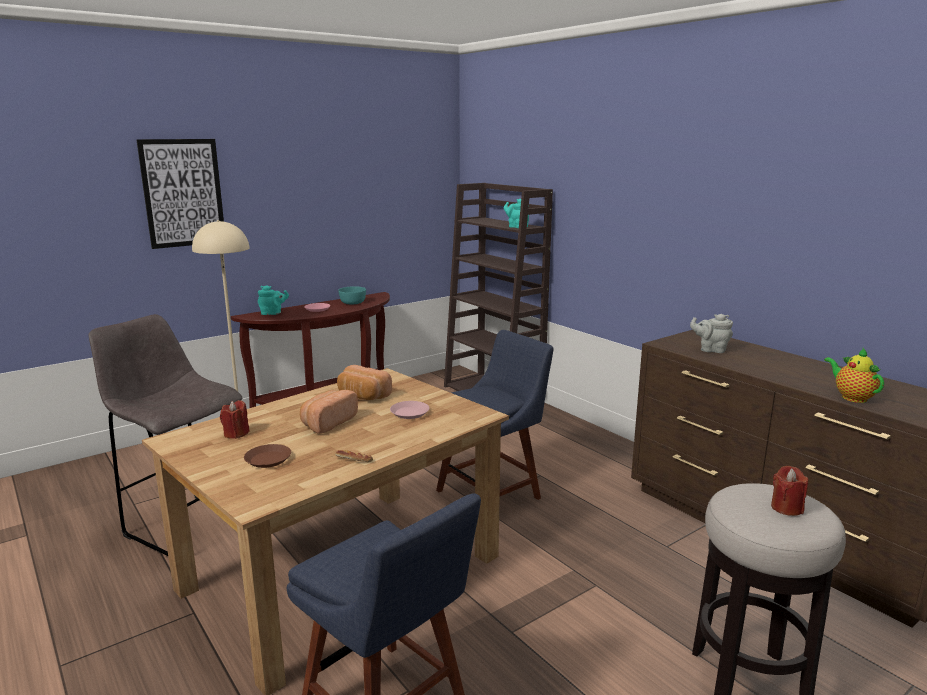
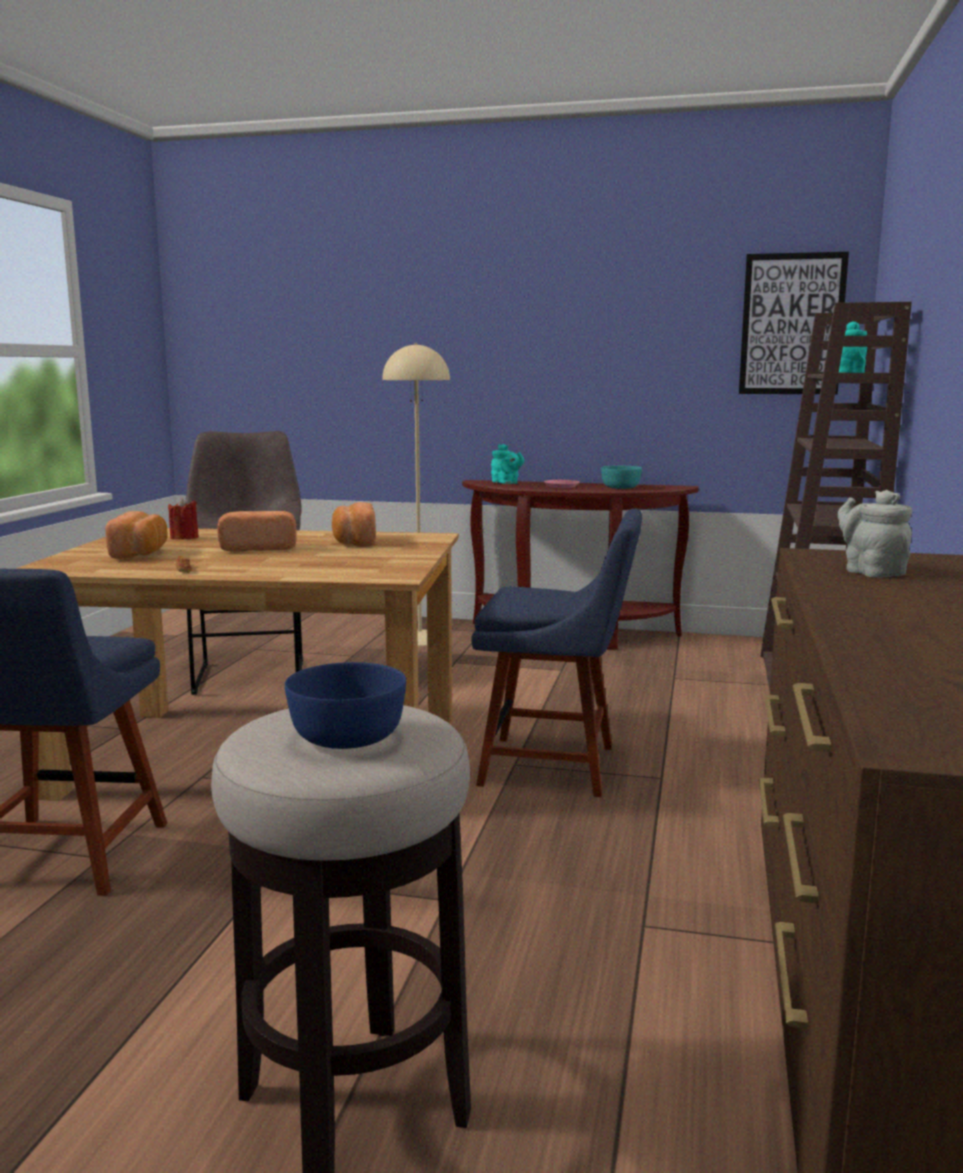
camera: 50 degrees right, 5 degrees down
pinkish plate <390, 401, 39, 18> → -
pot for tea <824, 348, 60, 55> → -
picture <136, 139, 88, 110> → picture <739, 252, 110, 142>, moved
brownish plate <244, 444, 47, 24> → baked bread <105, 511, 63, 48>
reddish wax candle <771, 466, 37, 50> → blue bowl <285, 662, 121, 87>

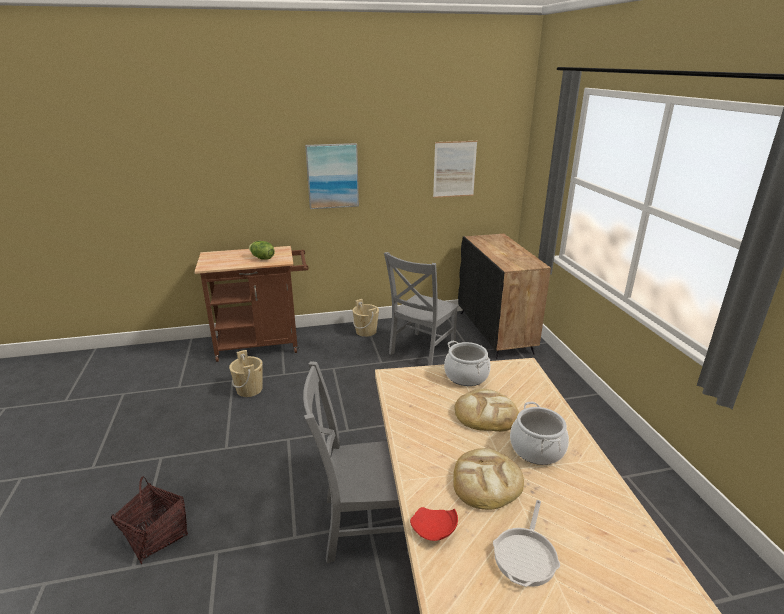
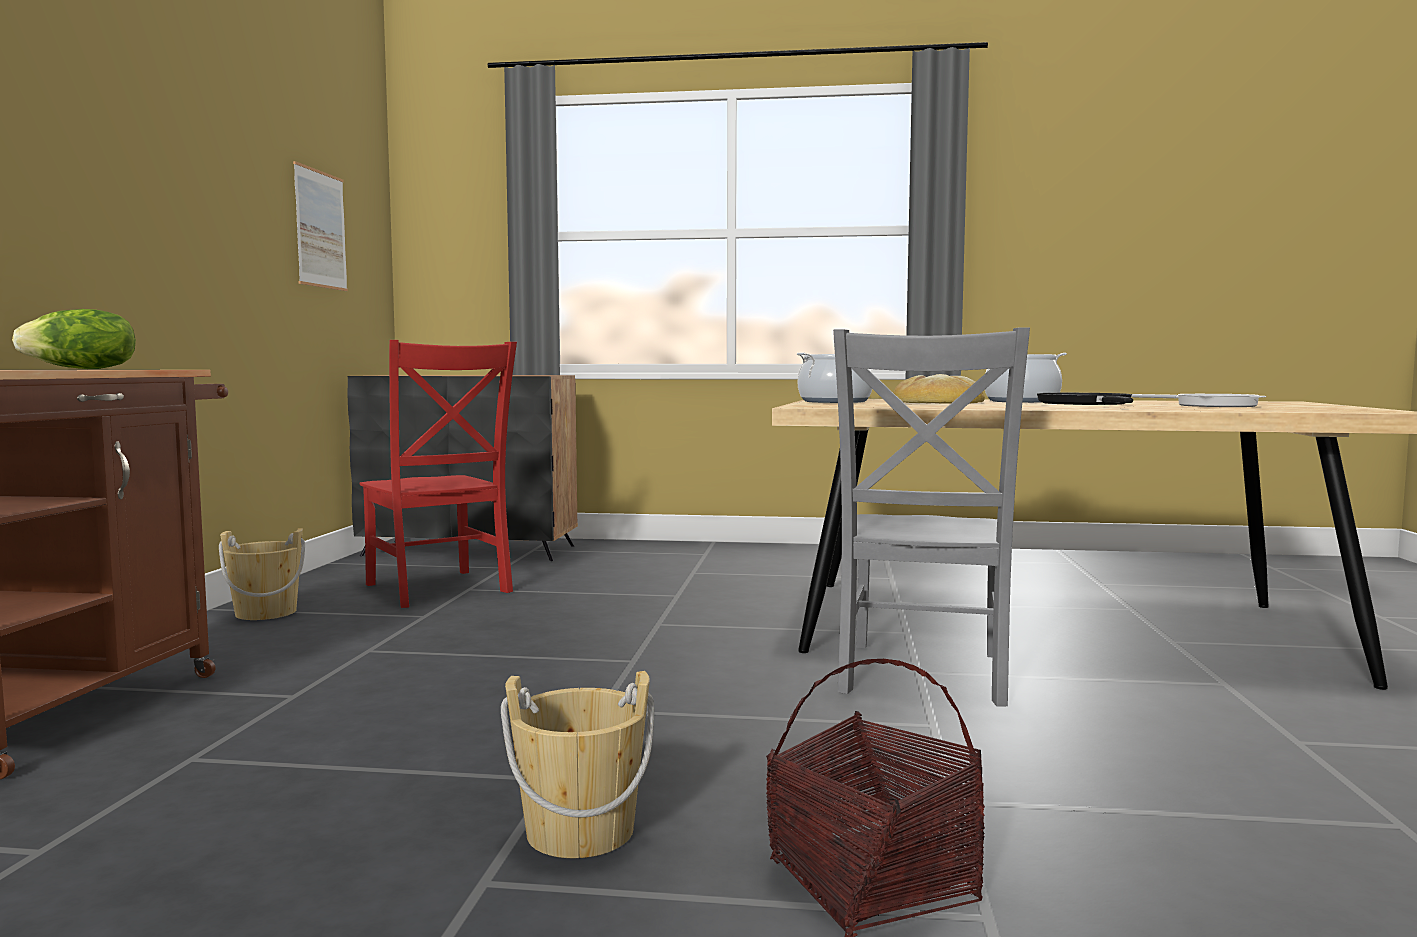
camera: 70 degrees left, 20 degrees down
picture <305, 143, 54, 66> → -
reddish plate <410, 507, 48, 34> → -
beige-coloured water bucket <229, 350, 34, 47> → beige-coloured water bucket <501, 671, 153, 187>, moved
baked bread <453, 448, 71, 62> → blackish skillet <1037, 393, 96, 12>
gray chair <384, 252, 75, 114> → reddish chair <360, 340, 157, 268>

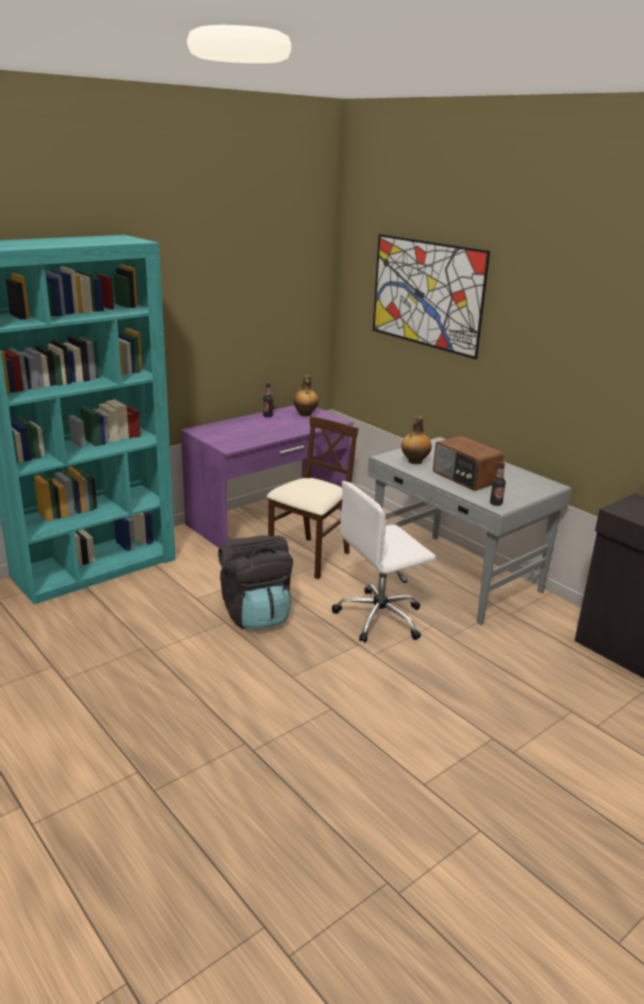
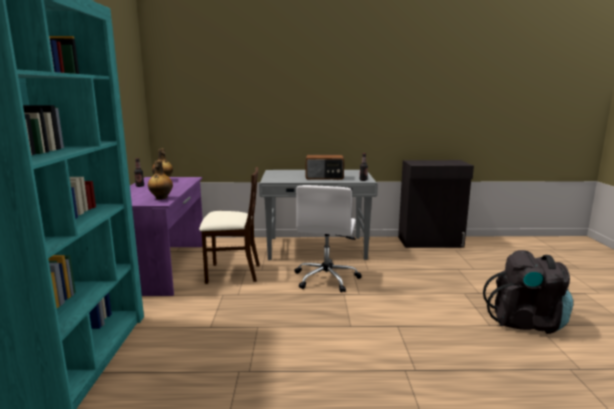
camera: 50 degrees left, 10 degrees down
picture <373, 234, 117, 125> → -
blackish knapsack <218, 535, 75, 94> → blackish knapsack <483, 250, 90, 84>, moved
bottle <401, 416, 31, 48> → bottle <148, 160, 25, 40>, moved
beige-coloured chair <267, 416, 92, 163> → beige-coloured chair <199, 167, 61, 117>, 105 degrees clockwise

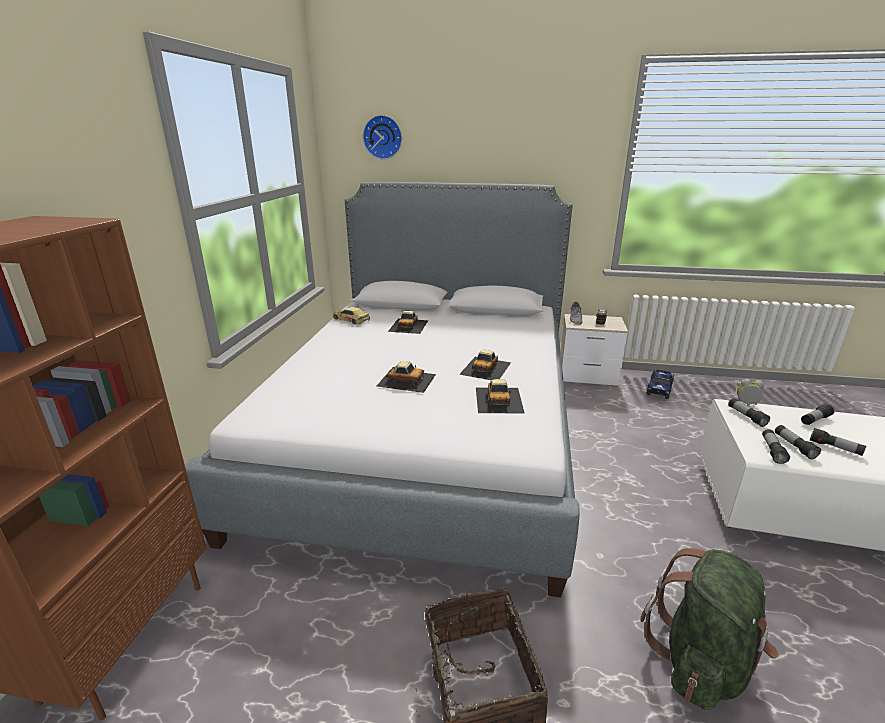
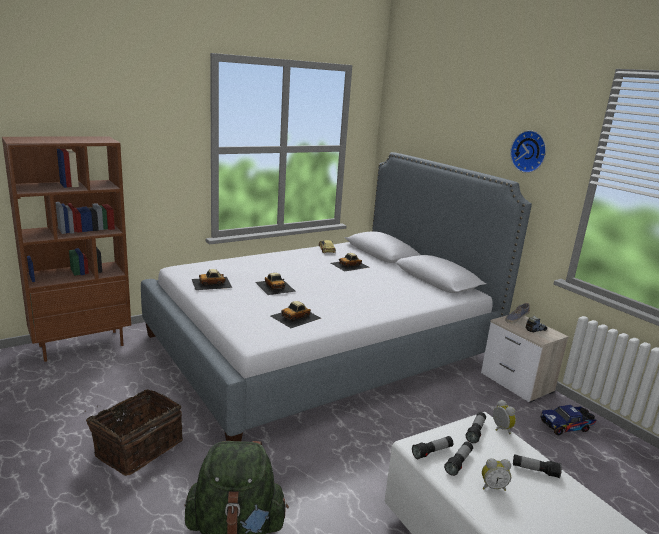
camera: 45 degrees right, 5 degrees down
clock on the wall <363, 115, 39, 45> → clock on the wall <510, 130, 36, 43>, moved
model car <459, 350, 52, 30> → model car <192, 269, 40, 21>, moved
flashlight <810, 428, 56, 28> → table clock <482, 458, 29, 33>

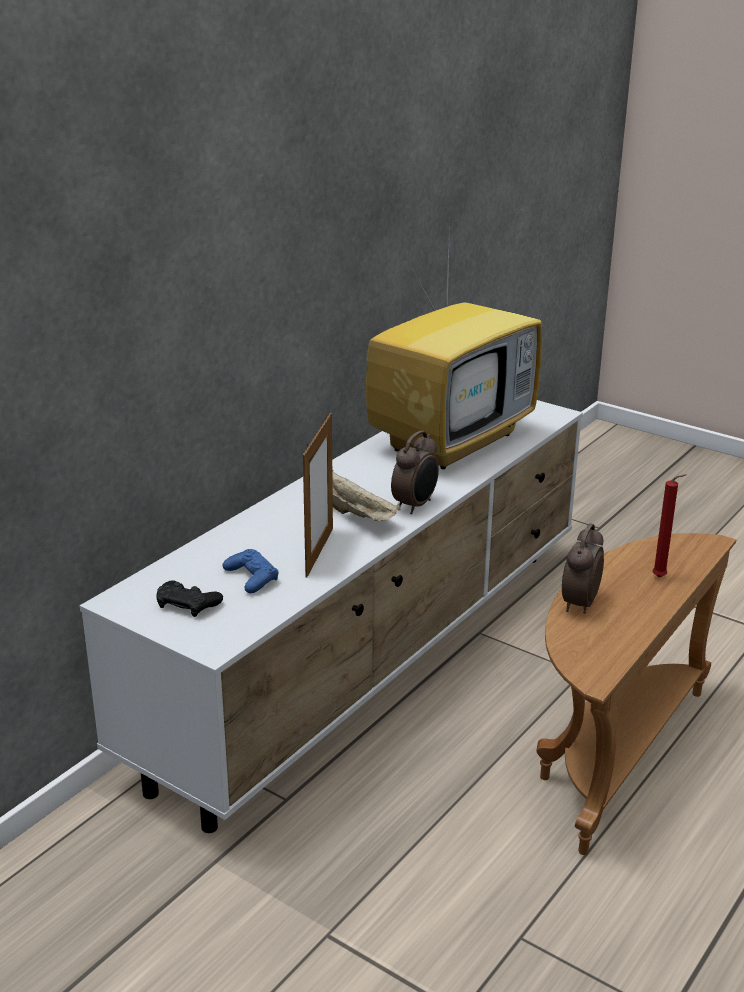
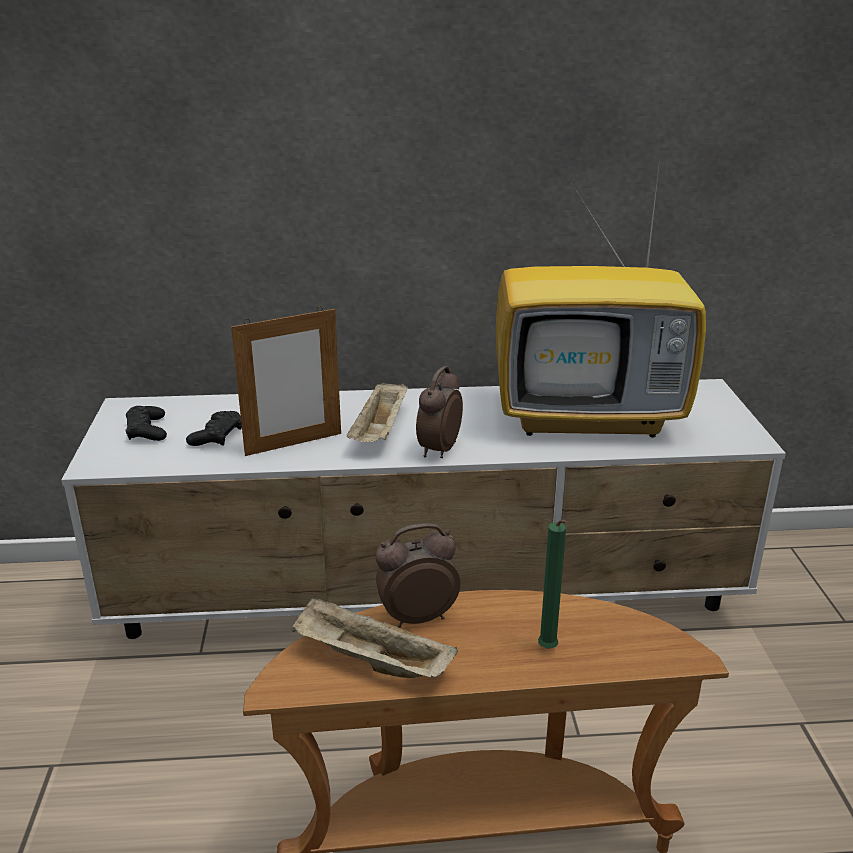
camera: 50 degrees right, 0 degrees up
- → beige-coloured carrying tray <290, 596, 168, 82>
blue game controller <222, 549, 57, 44> → blackish game controller <186, 411, 56, 35>
reddish wax candle <652, 474, 34, 103> → green wax candle <538, 520, 28, 129>
table clock <391, 430, 48, 84> → table clock <416, 366, 47, 92>, 120 degrees clockwise

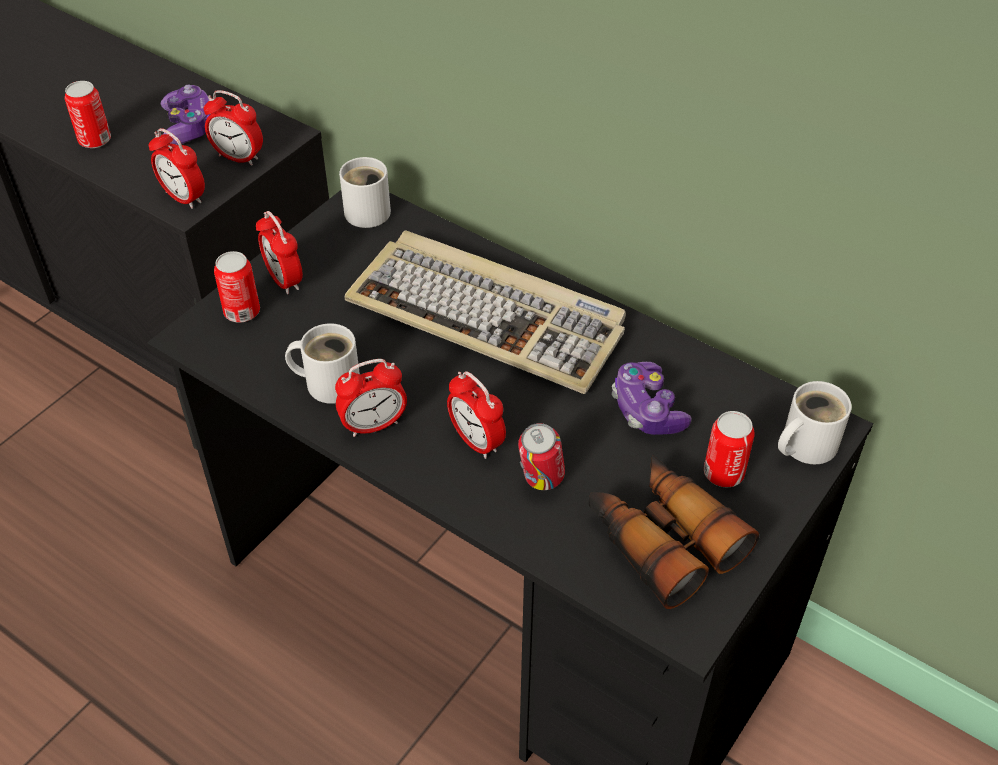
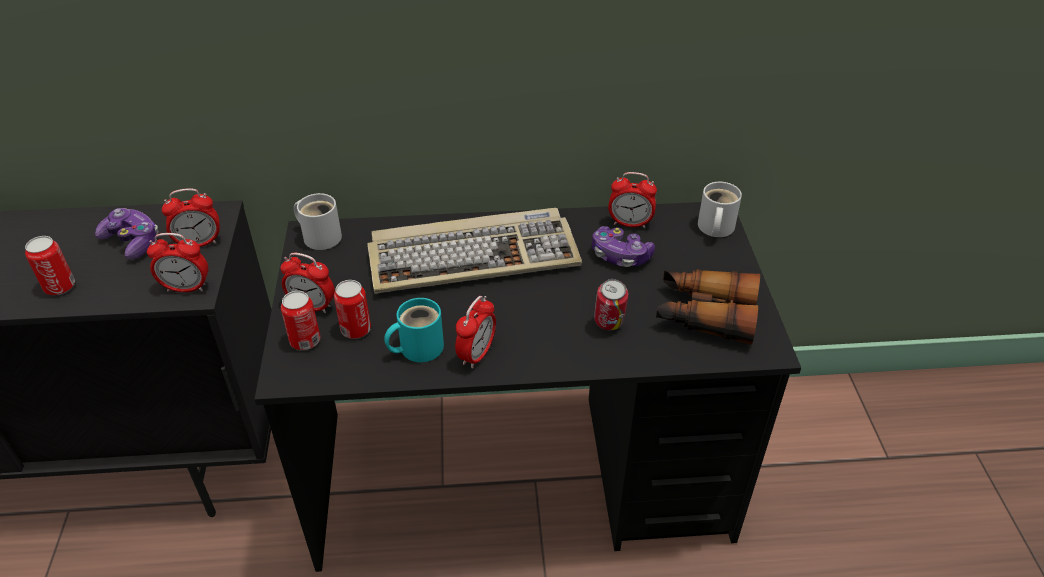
camera: 40 degrees left, 5 degrees down
table clock <447, 371, 59, 88> → table clock <608, 172, 49, 56>, moved
metal can <704, 411, 51, 76> → metal can <334, 280, 37, 59>, moved
whitish tea mug <285, 323, 75, 81> → blue-green tea mug <384, 298, 60, 64>

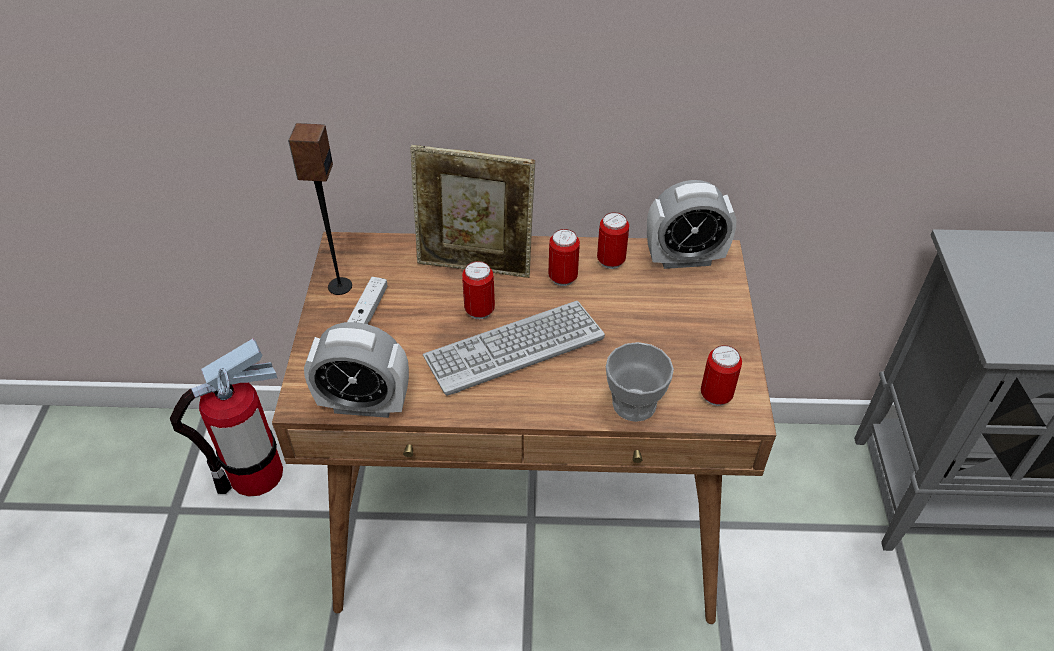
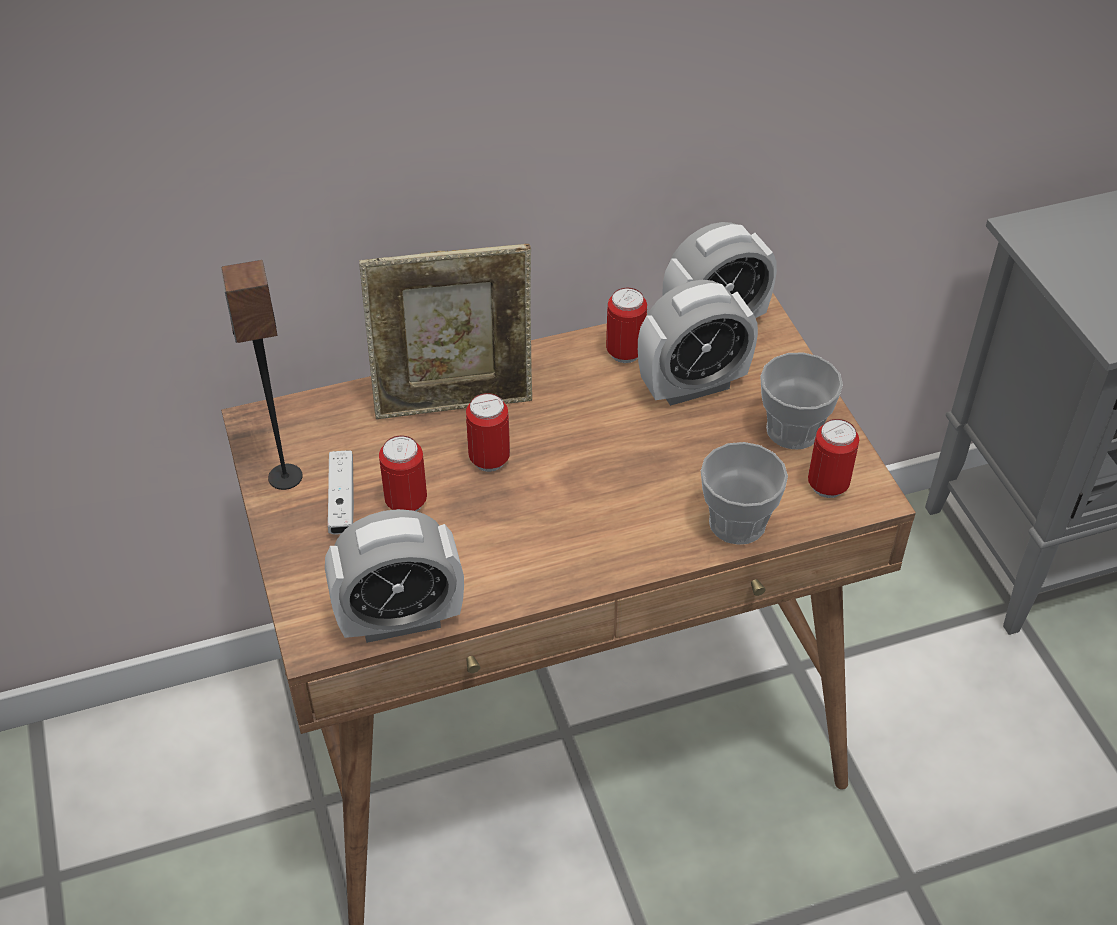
camera: 20 degrees left, 0 degrees up
extinguisher <170, 338, 113, 159> → -
computer keyboard <423, 301, 182, 95> → -
- → table clock <638, 280, 120, 126>
- → cup <760, 353, 83, 96>
metal can <549, 229, 31, 57> → metal can <379, 436, 48, 76>, moved

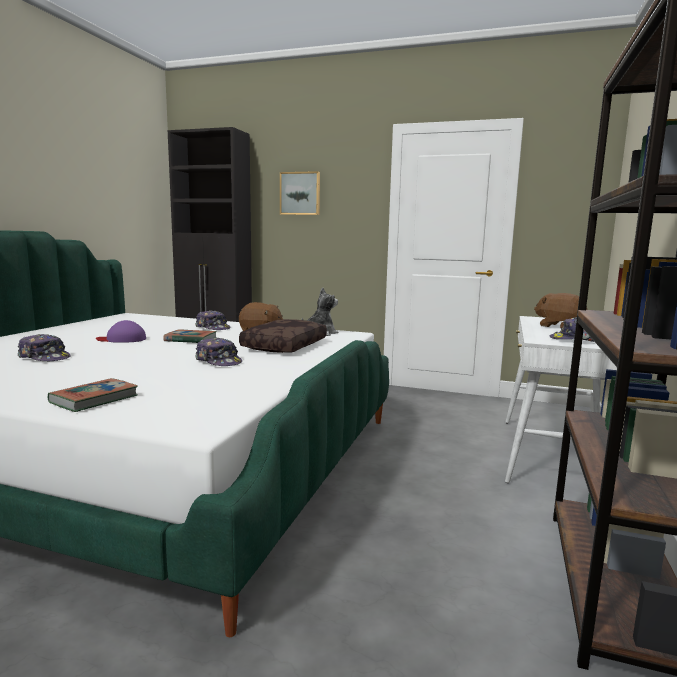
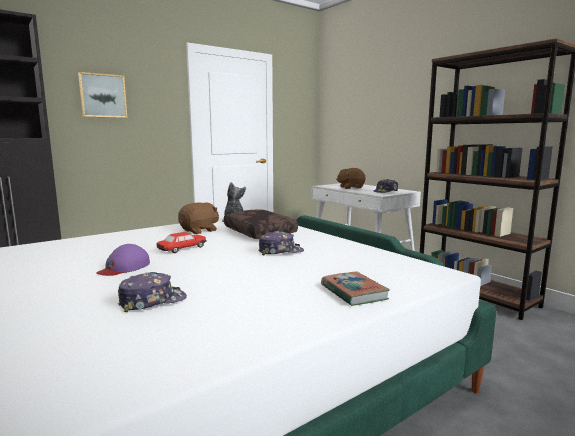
camera: 55 degrees left, 0 degrees up
baseball cap <196, 310, 35, 20> → -
volume <163, 329, 54, 14> → model car <156, 232, 51, 21>

